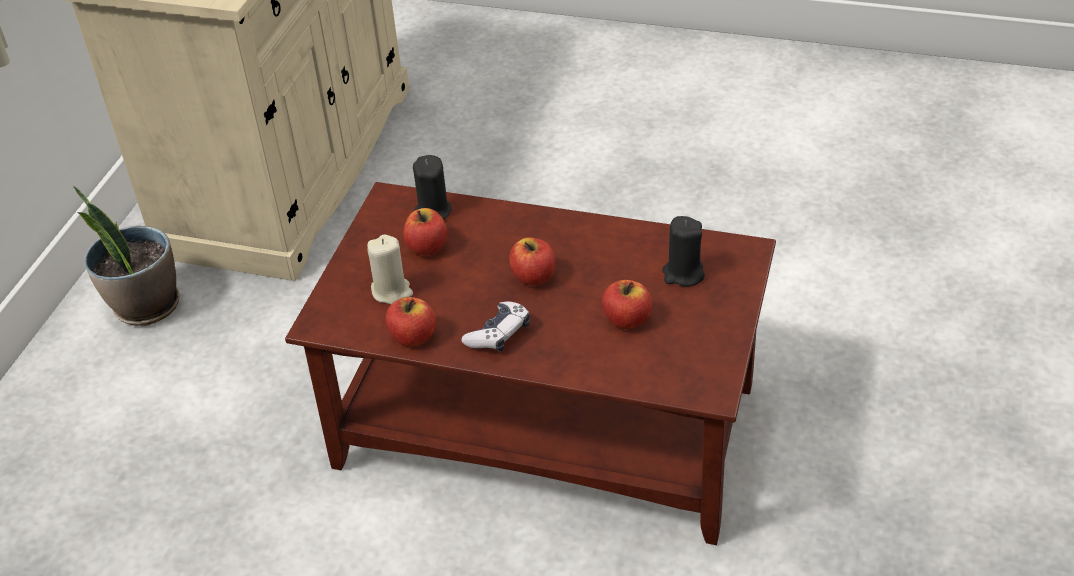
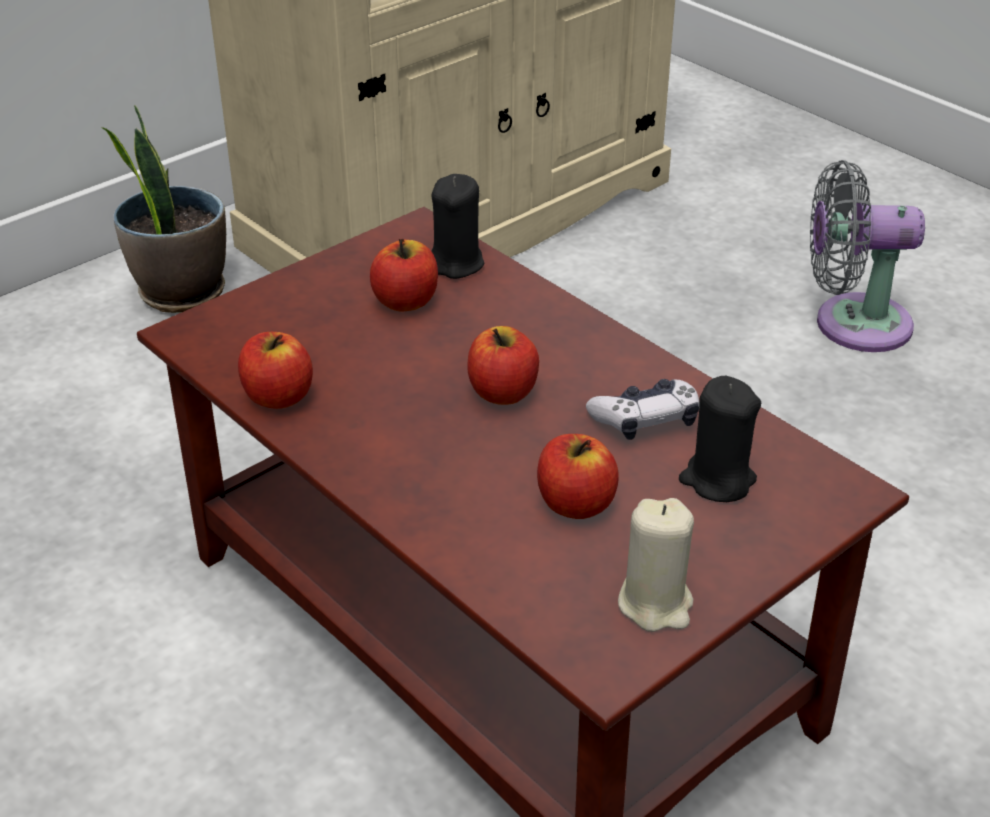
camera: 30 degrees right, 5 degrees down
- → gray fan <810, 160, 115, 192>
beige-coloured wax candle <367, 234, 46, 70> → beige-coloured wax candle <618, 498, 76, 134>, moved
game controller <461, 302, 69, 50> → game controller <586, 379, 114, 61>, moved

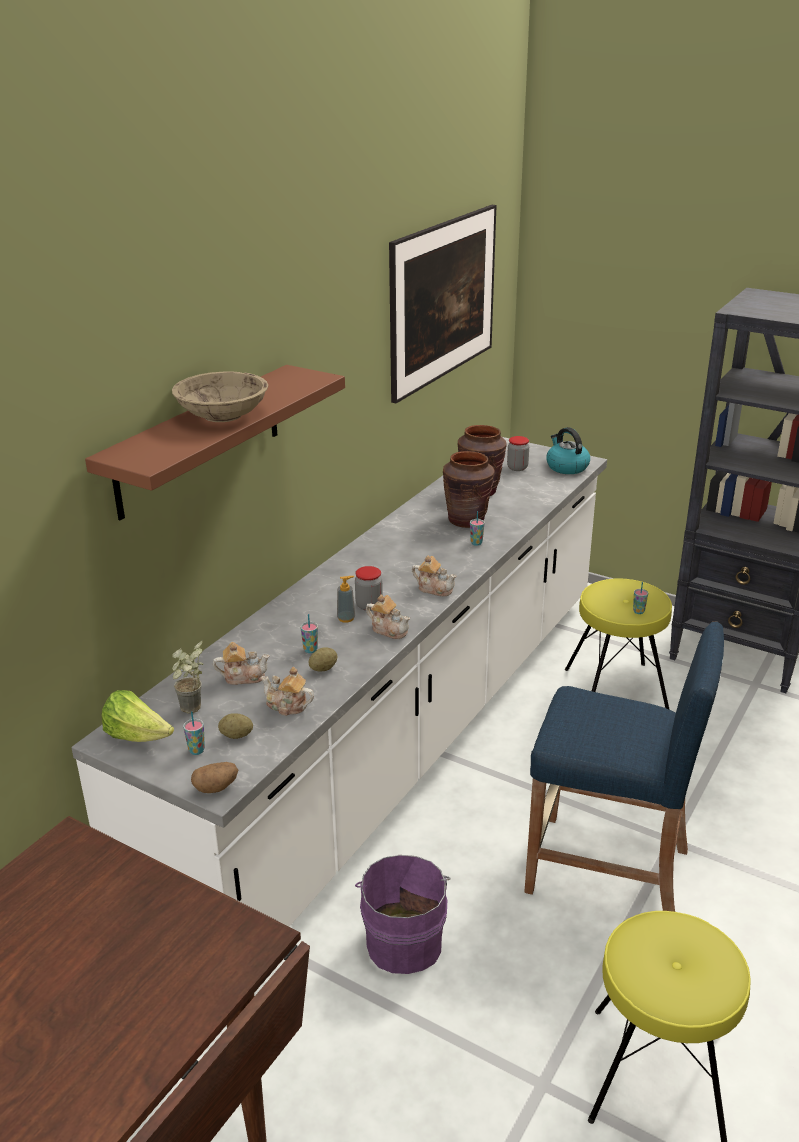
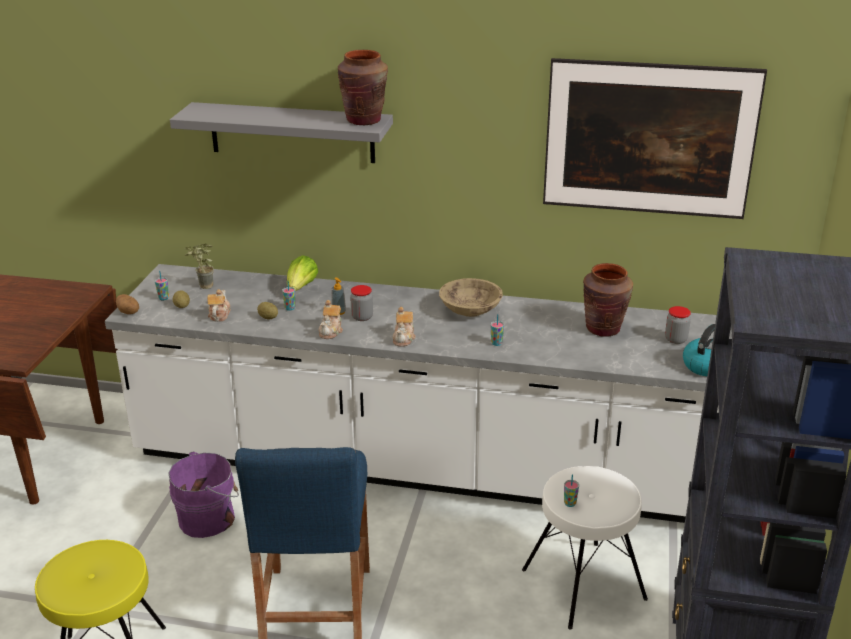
camera: 70 degrees right, 0 degrees up
pot for tea <213, 642, 57, 43> → -
lettuce <102, 690, 72, 52> → lettuce <287, 255, 31, 36>, moved
beige-coloured bowl <172, 372, 96, 50> → beige-coloured bowl <439, 278, 64, 39>, moved
brownish flower vase <443, 451, 52, 77> → brownish flower vase <338, 50, 50, 75>, moved
brownish shelf <85, 365, 260, 155> → gray shelf <170, 102, 223, 61>
yellow-coloured stool seat <565, 578, 107, 132> → whitish stool seat <522, 466, 126, 164>

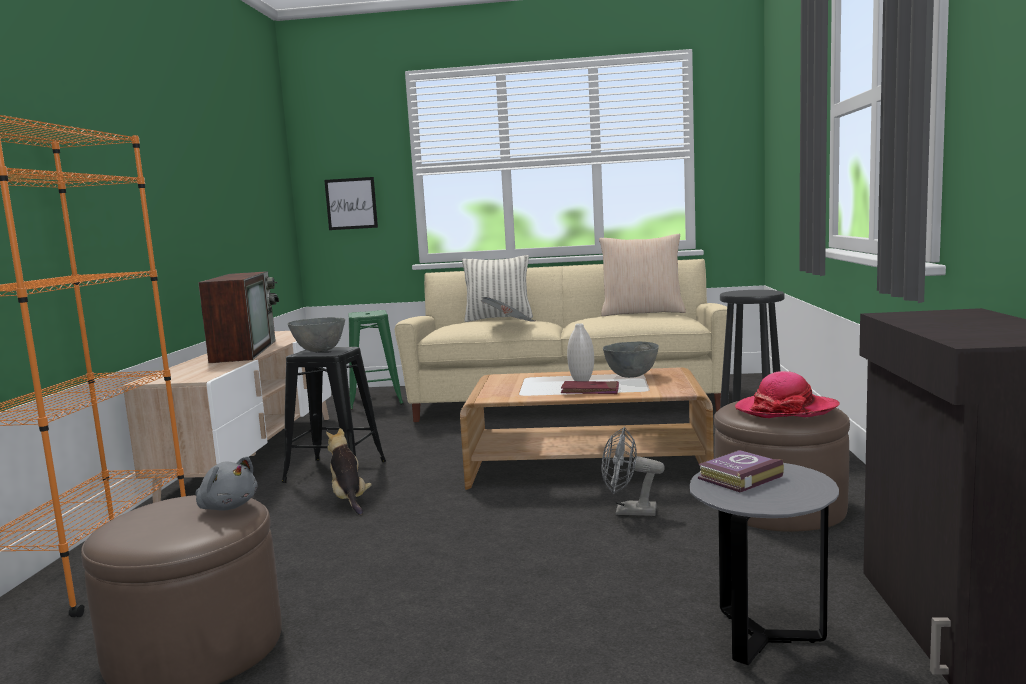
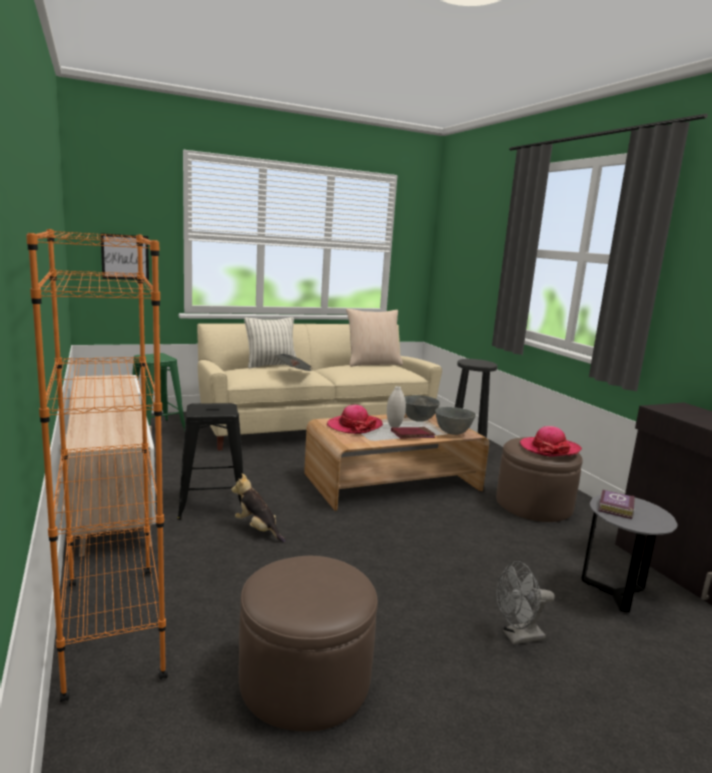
camera: 30 degrees left, 5 degrees up
gray soft toy <196, 456, 62, 55> → -
TV <198, 271, 81, 92> → -
- → clothing hat <327, 405, 56, 29>
gray bowl <288, 317, 57, 35> → gray bowl <435, 407, 41, 28>, moved
gray fan <601, 427, 64, 89> → gray fan <496, 561, 59, 84>, moved

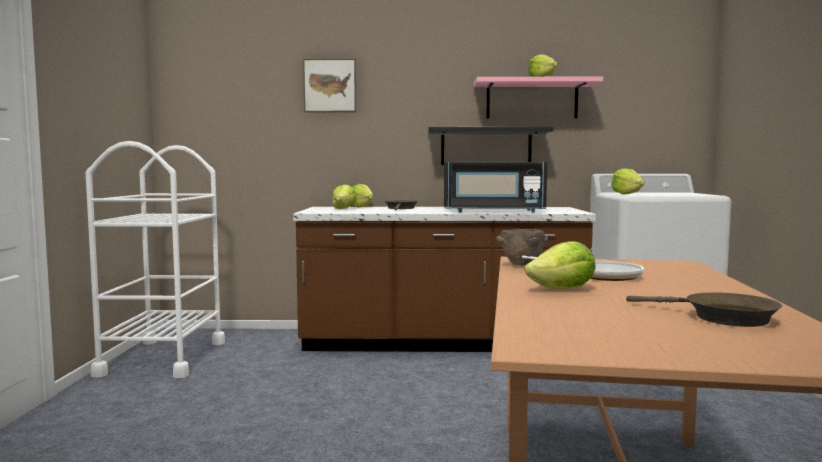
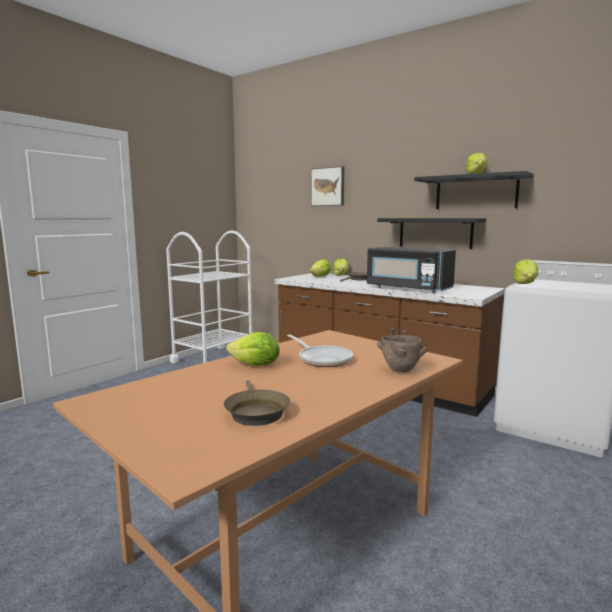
camera: 35 degrees right, 5 degrees up
brownish bowl <496, 229, 52, 37> → brownish bowl <377, 335, 50, 37>, moved
pinkish shelf <474, 76, 129, 43> → blackish shelf <414, 171, 120, 38>

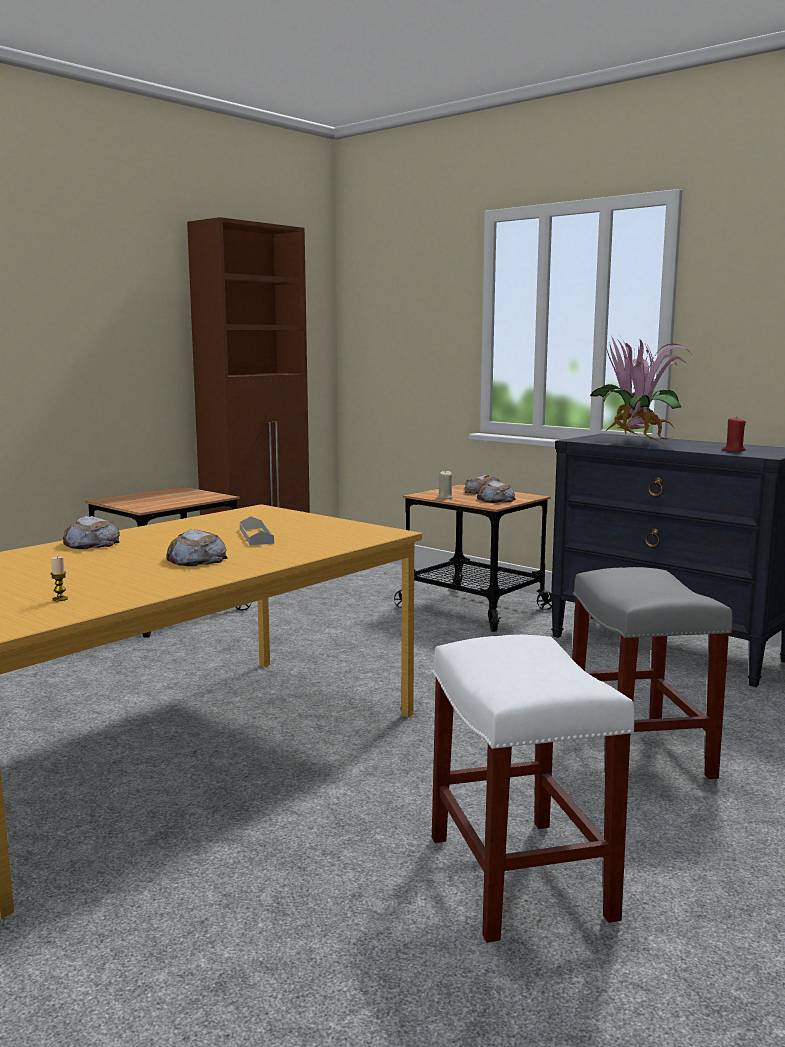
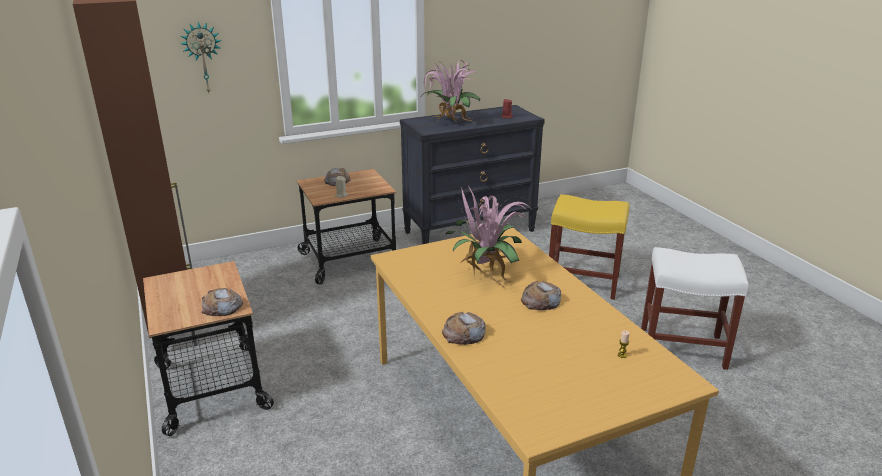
camera: 65 degrees left, 15 degrees up
- → clock on the wall <181, 22, 40, 71>
baked bread <477, 481, 39, 22> → baked bread <201, 288, 42, 28>, moved
gray carrying tray <240, 516, 34, 29> → houseplant <446, 185, 84, 101>
gray stool seat <572, 567, 160, 212> → yellow-coloured stool seat <549, 194, 80, 106>

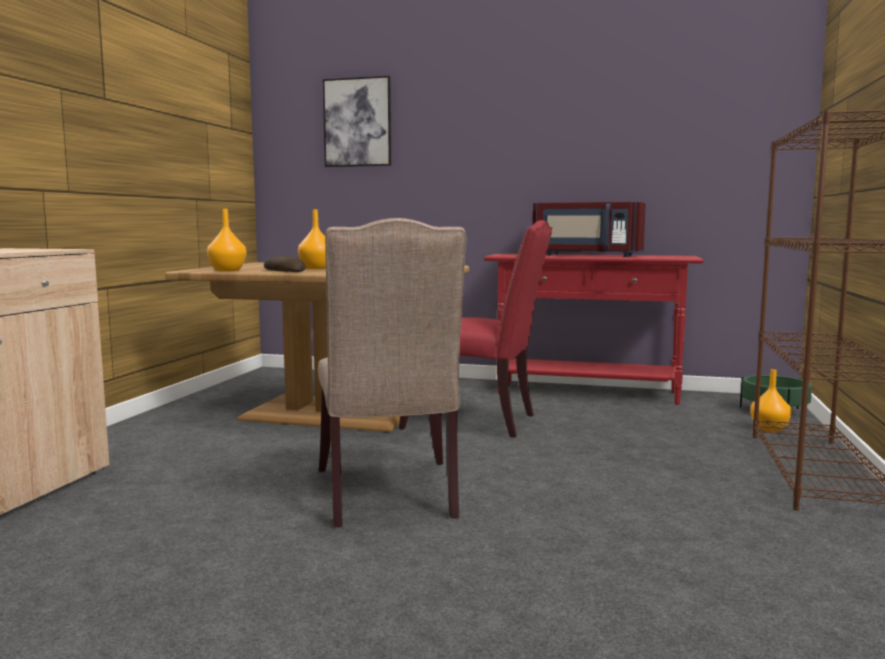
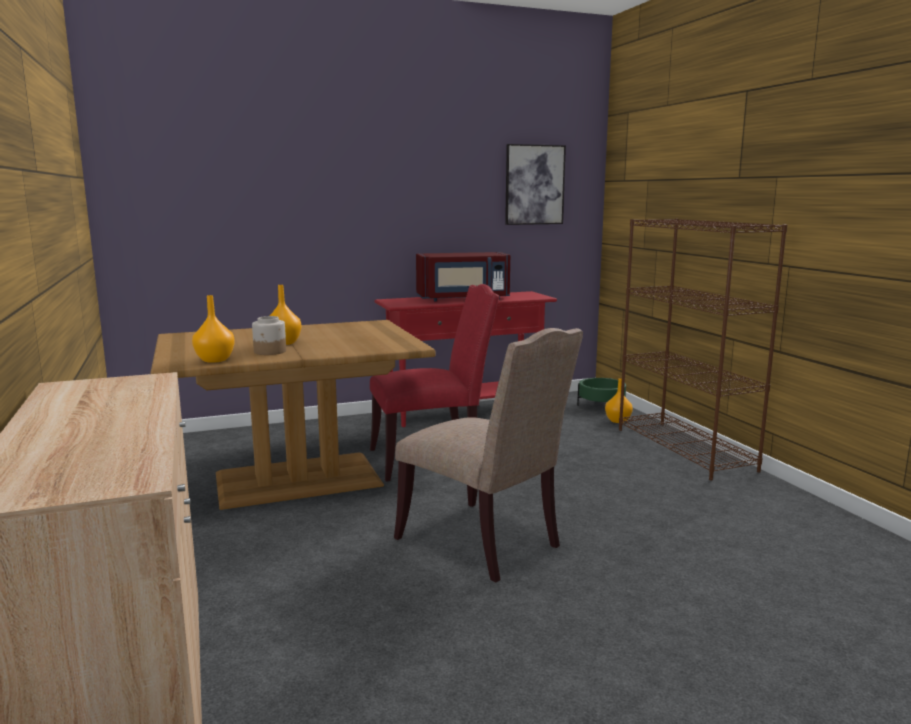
camera: 35 degrees left, 5 degrees up
picture <323, 76, 68, 91> → picture <505, 144, 61, 81>, moved
baked bread <264, 255, 42, 17> → jar <252, 316, 34, 39>

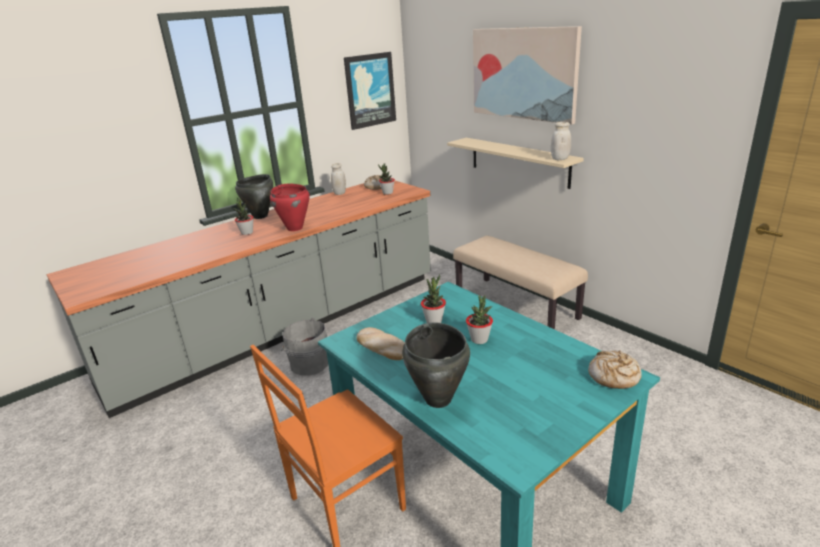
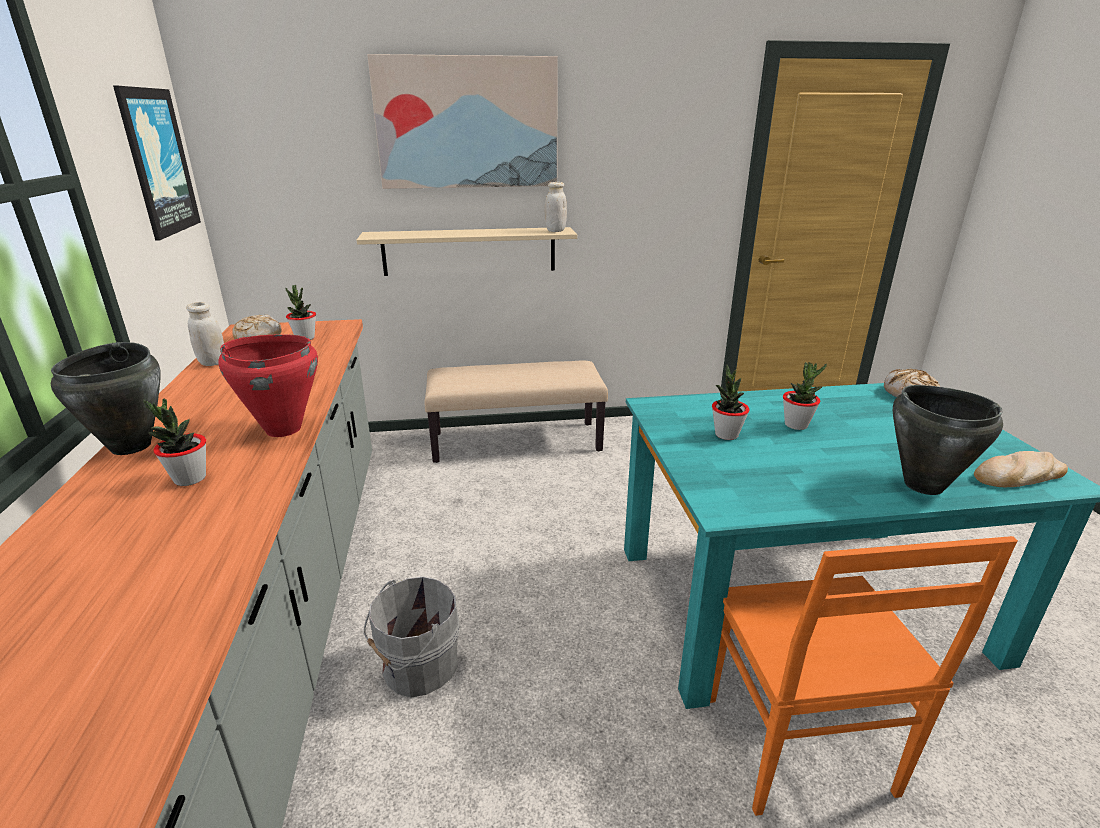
camera: 60 degrees left, 0 degrees up
baked bread <356, 327, 49, 33> → baked bread <974, 451, 94, 36>, moved

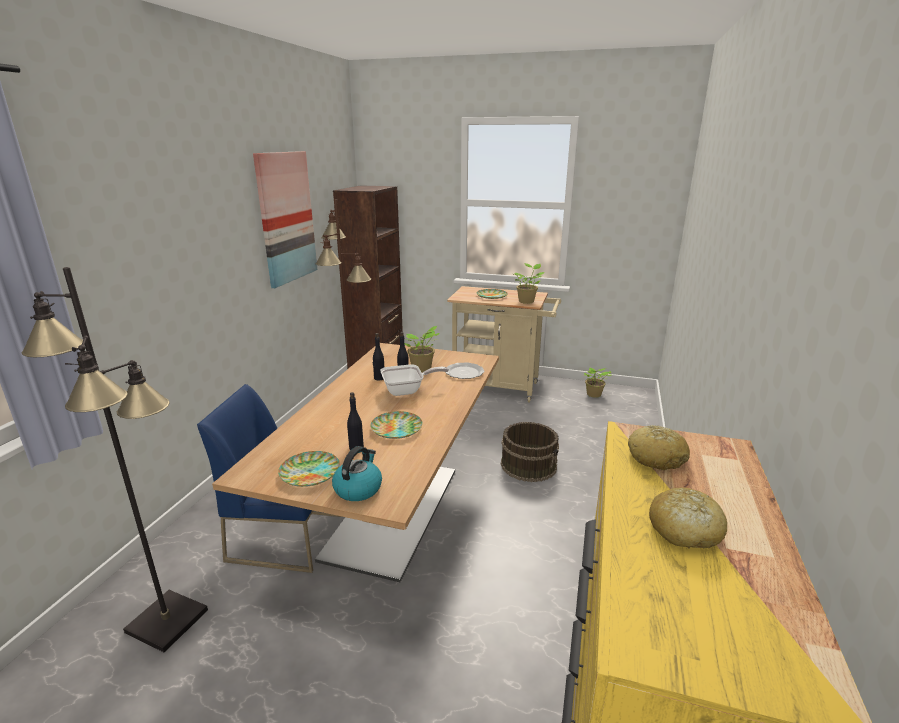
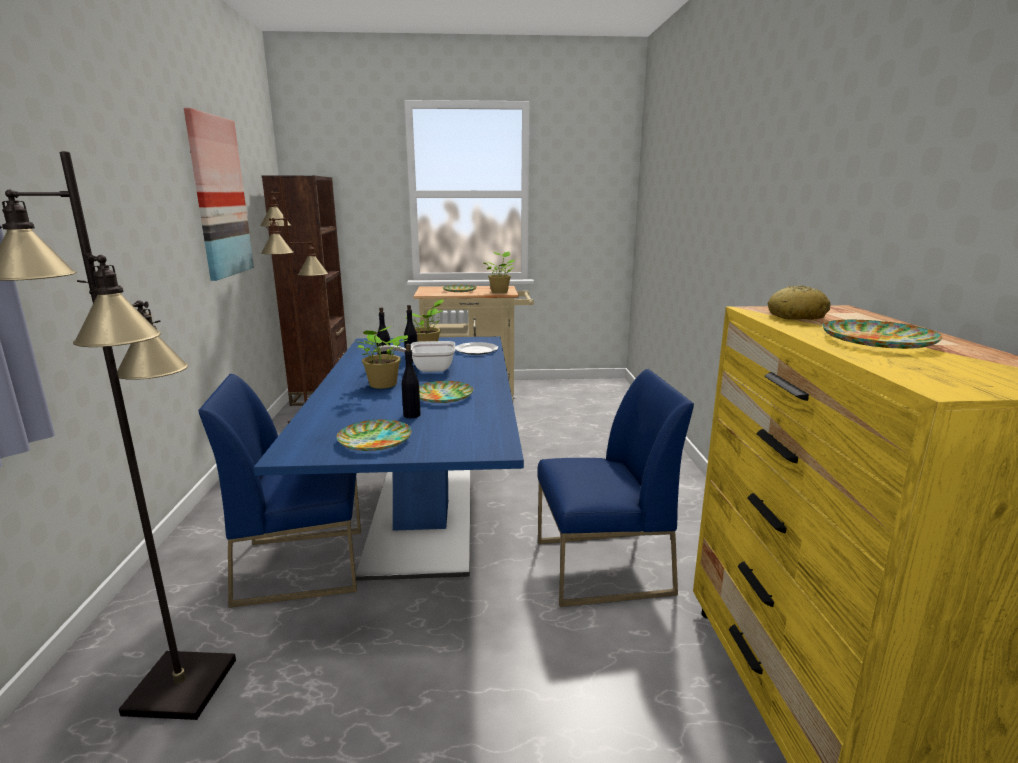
camera: 20 degrees left, 5 degrees down
water kettle <332, 446, 50, 55> → -
brownish water bucket <501, 422, 58, 60> → -
- → blue chair <537, 369, 157, 238>
houseplant <584, 368, 27, 30> → houseplant <357, 326, 51, 63>, moved
baked bread <649, 487, 78, 61> → plate <822, 320, 121, 29>
beige-coloured dining table <212, 343, 287, 239> → blue dining table <254, 337, 270, 244>
skillet <380, 364, 69, 32> → skillet <376, 341, 79, 31>, 150 degrees counterclockwise

